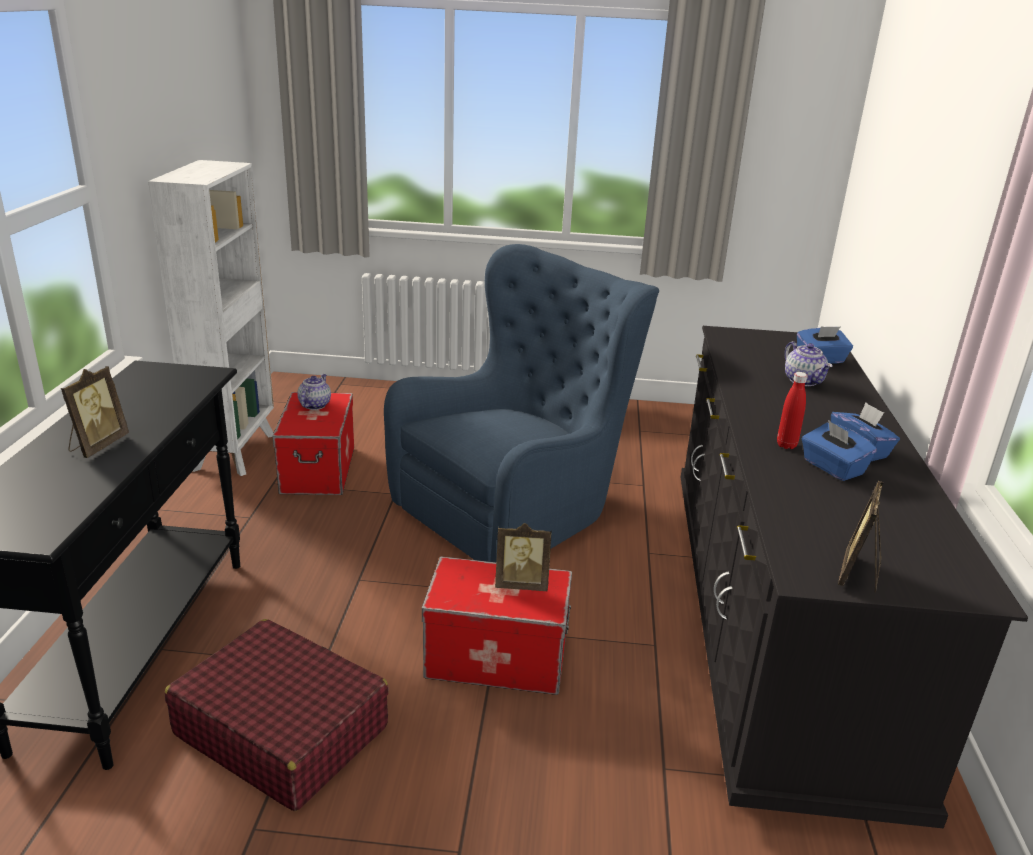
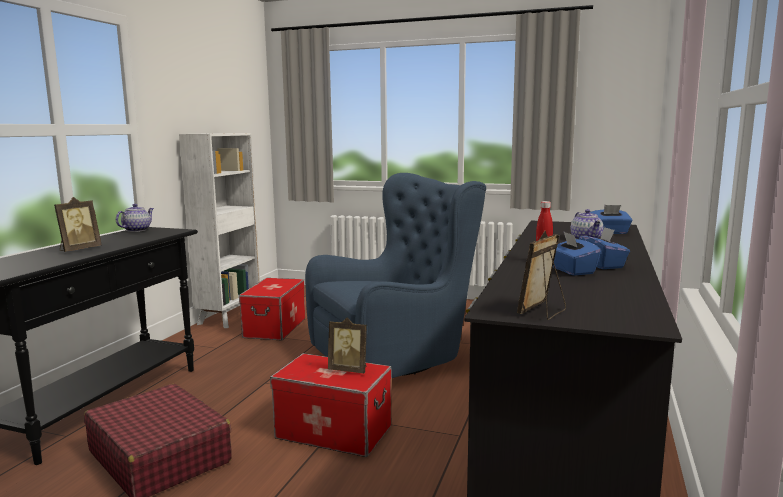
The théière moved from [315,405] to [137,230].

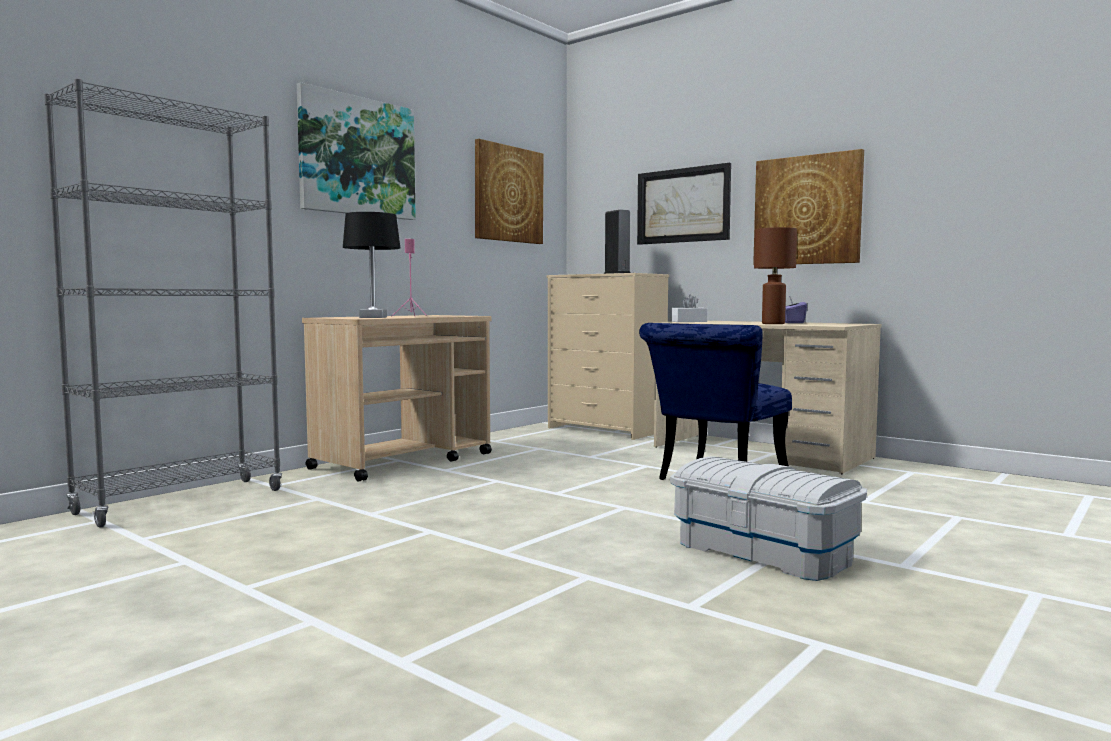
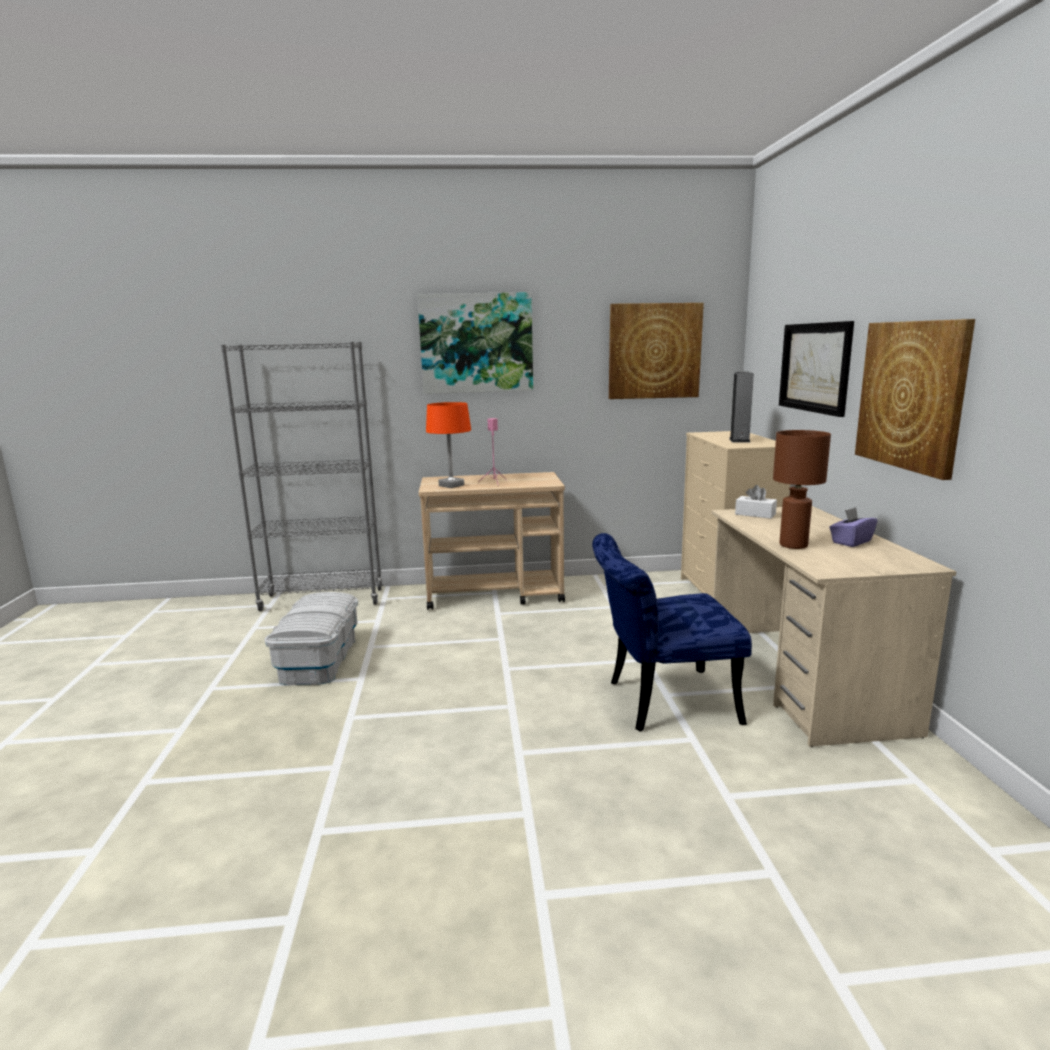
The lampe de table [noir] at [373,317] became the lampe de table [orange] at [451,485].
The boîte de rangement [blanc] moved from [764,552] to [319,660].

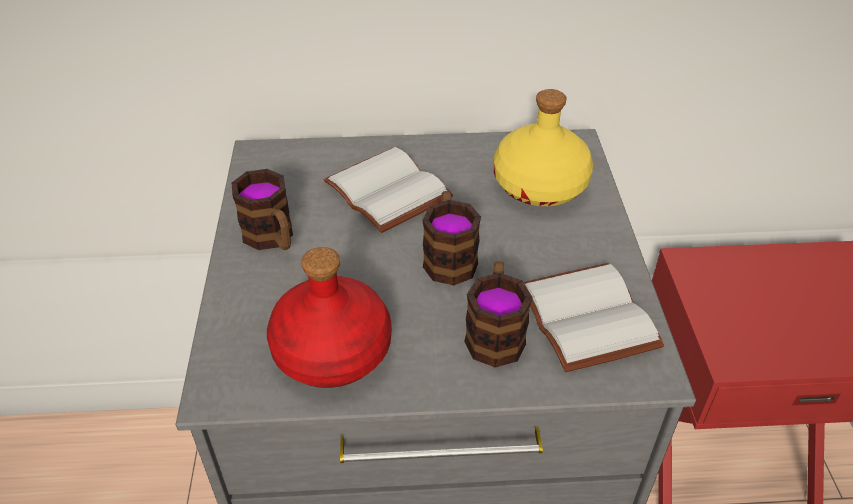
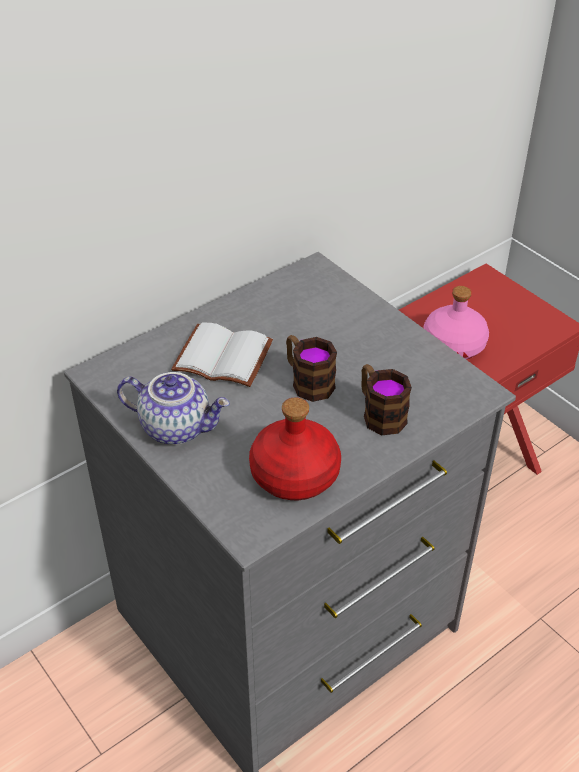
The bouteille [jaune] at [539,185] disappeared.
The mug at [272,238] was replaced by the théière at [177,427].
The livre [blanc] at [582,317] disappeared.
The bouteille [rose] at [454,345] appeared.

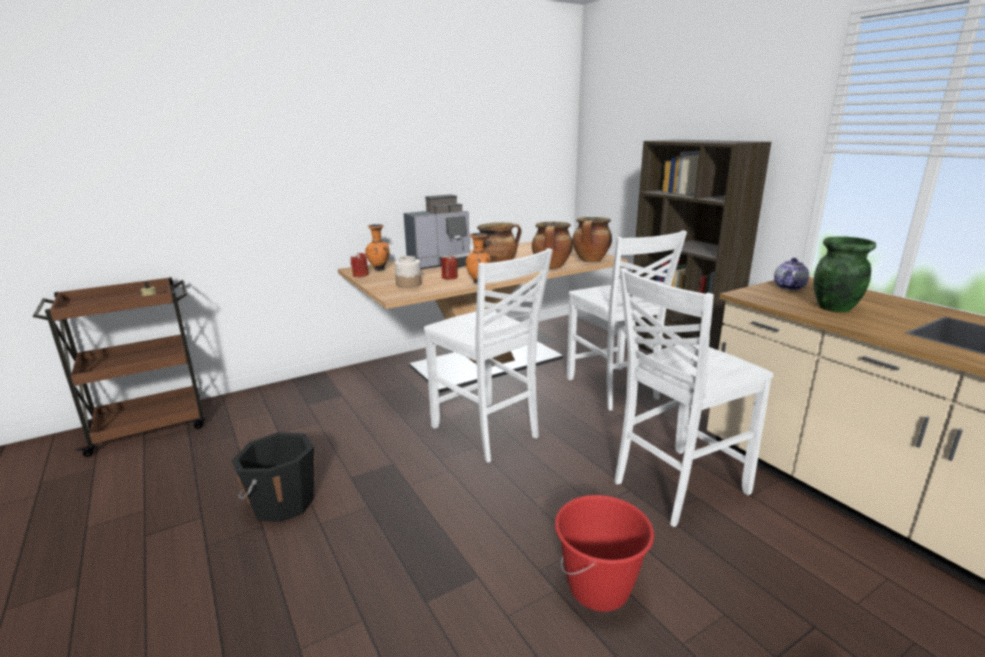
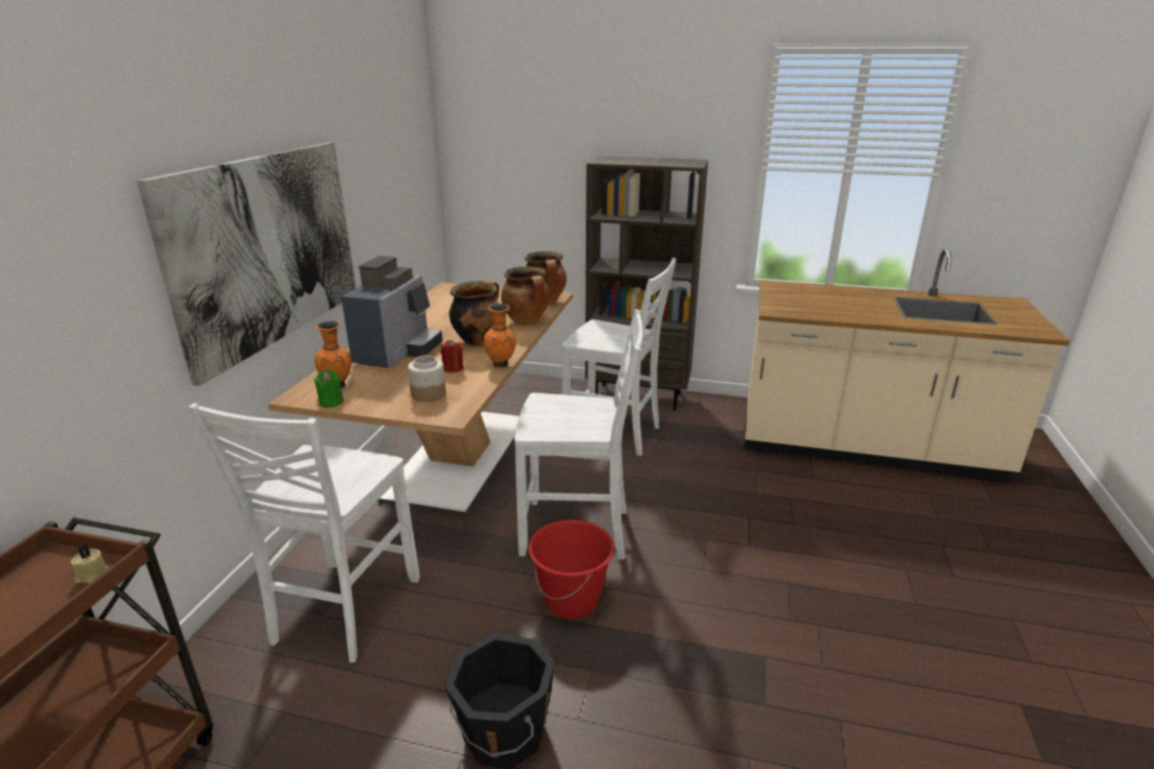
The vase [vert] at [834,308] disappeared.
The bougie [rouge] at [360,275] became the bougie [vert] at [331,402].
The théière at [790,287] disappeared.
The chaise [blanc] moved from [676,486] to [343,611].
The seau [rouge] moved from [599,588] to [572,601].
The tableau at [267,249] appeared.

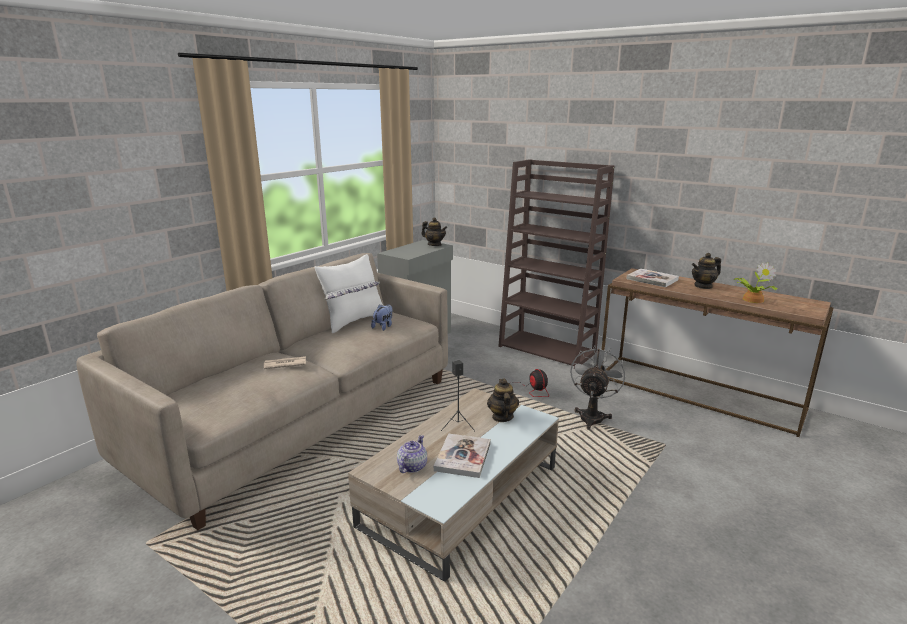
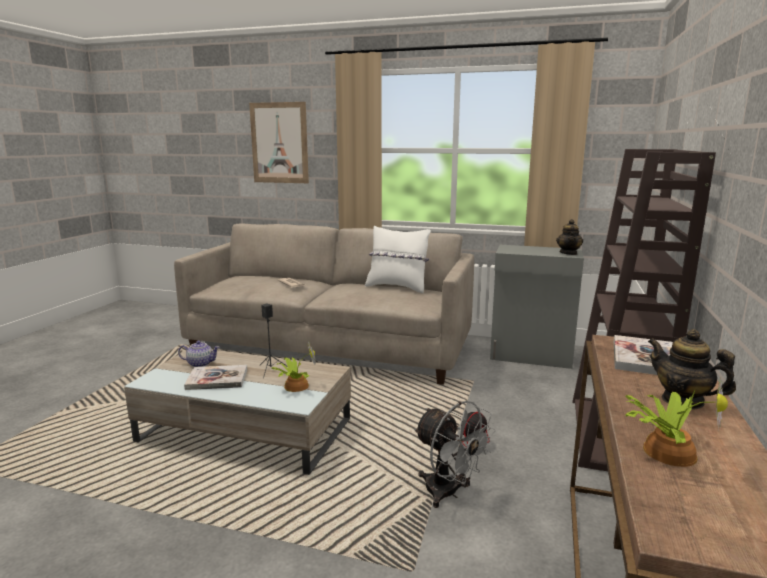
The peluche at [383,326] disappeared.
The ventilateur [gris] at [592,416] turned 45 degrees clockwise.
The théière at [502,417] was replaced by the plante en pot at [294,386].
The tableau at [279,143] appeared.

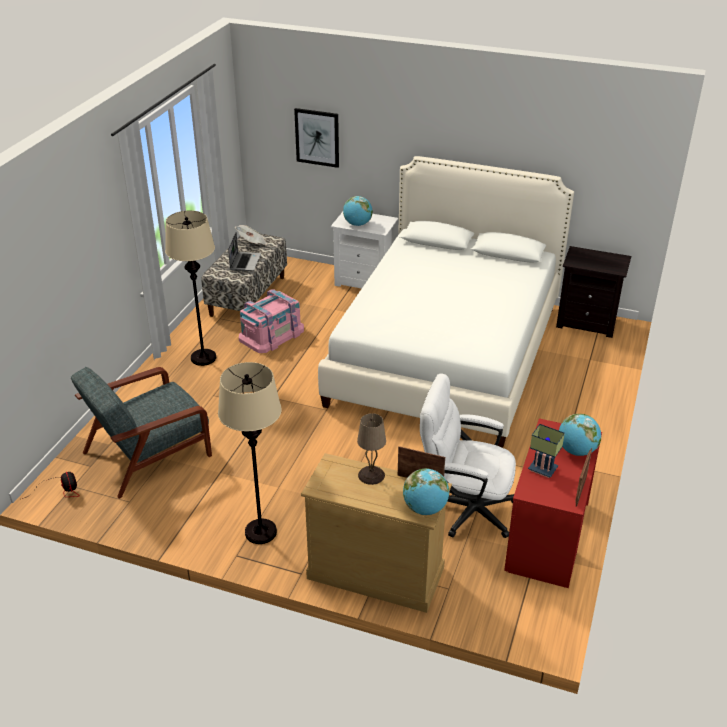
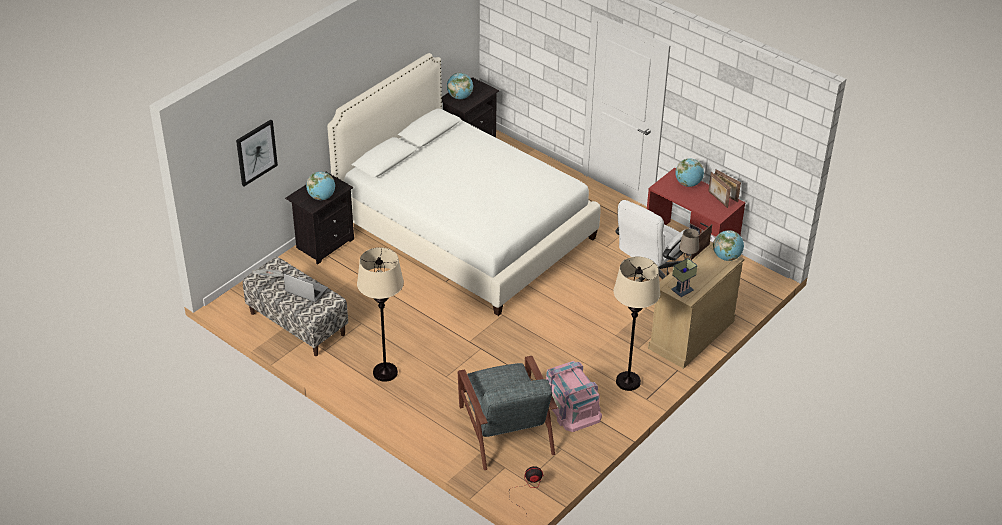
The table de chevet [blanc] at [365,281] became the table de chevet [noir] at [324,244].
The boîte de rangement [rose] moved from [271,334] to [571,406].
The lampe de table moved from [541,469] to [682,292].
The globe at [460,97] appeared.
The cadre photo at [717,199] appeared.

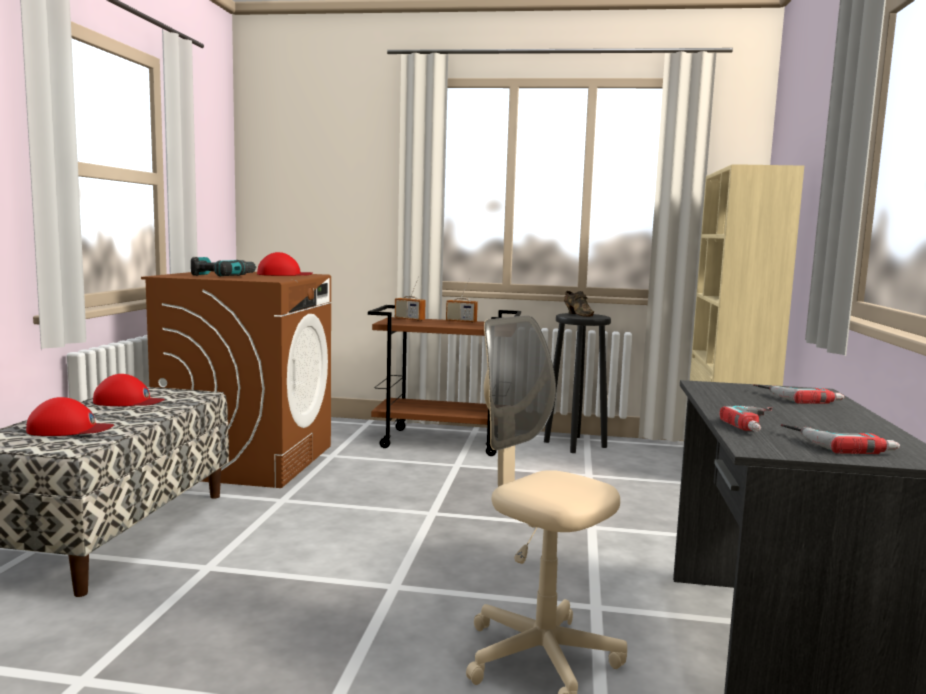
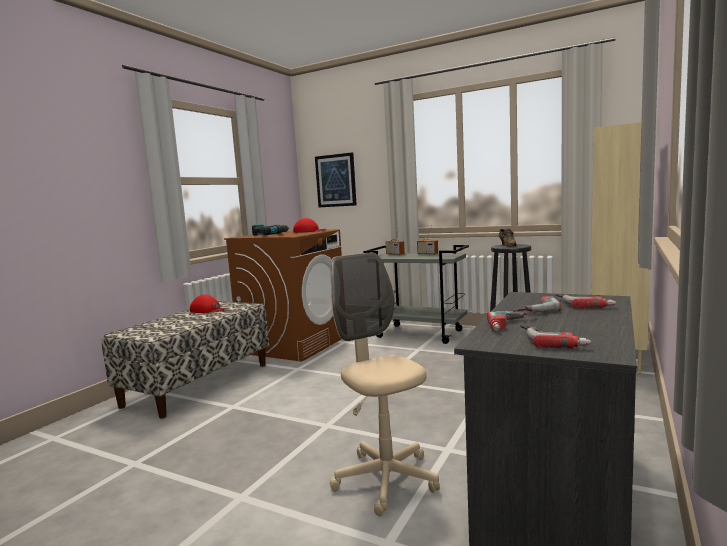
The chariot [marron] at [444,442] became the chariot [gris] at [420,334].
The casquette [rouge] at [69,429] disappeared.
The tableau at [336,180] appeared.
The perceuse at [533,309] appeared.

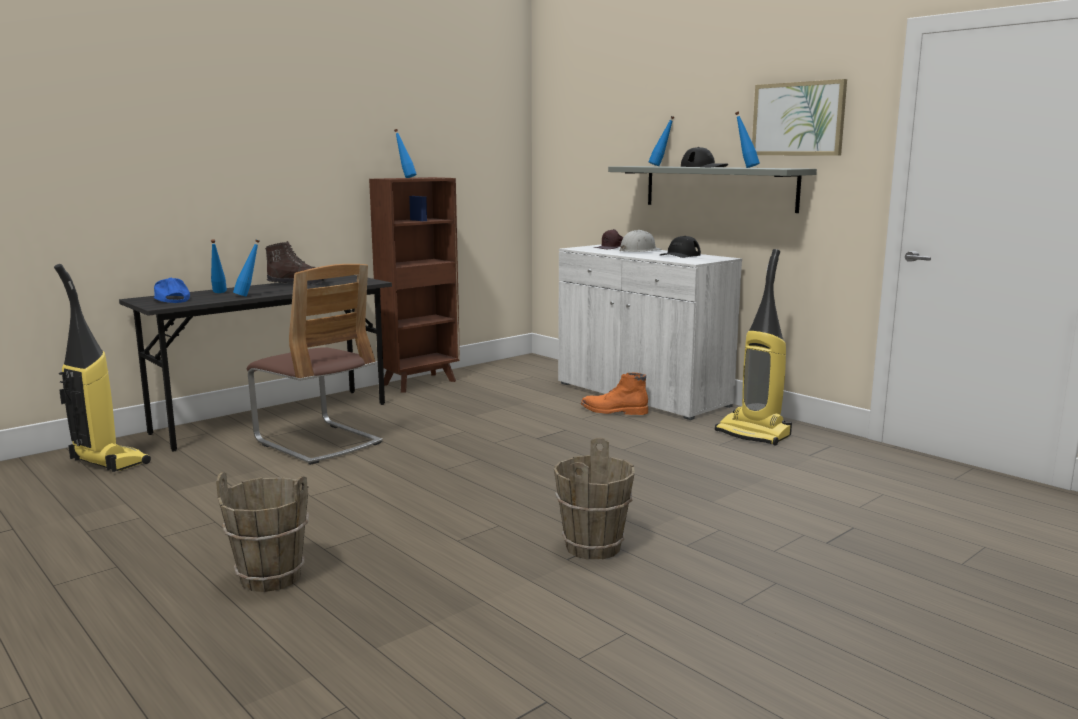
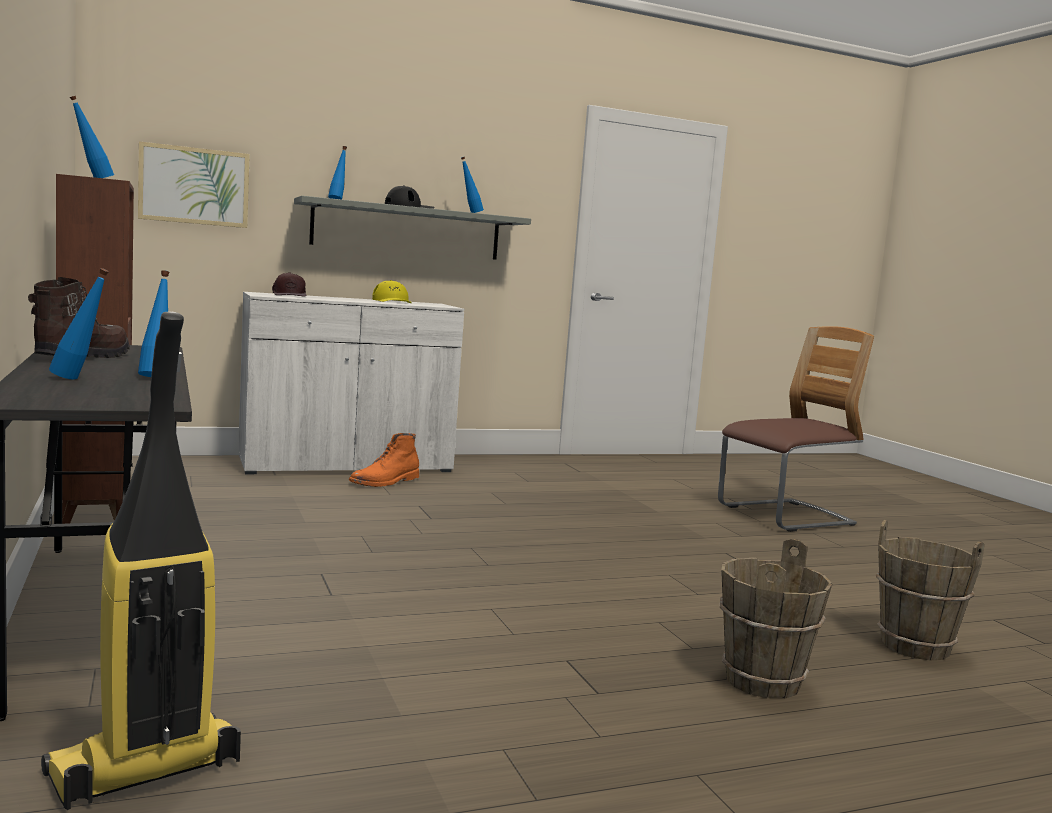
The tableau moved from [798,119] to [194,186].
The casque de chantier [blanc] at [639,251] disappeared.
The casquette [noir] at [680,255] became the casquette [jaune] at [392,301].
The aspirateur at [754,434] disappeared.
The chaise moved from [318,442] to [785,516].
The casquette [bleu] at [171,300] disappeared.
The seau [marron] moved from [594,547] to [915,646].

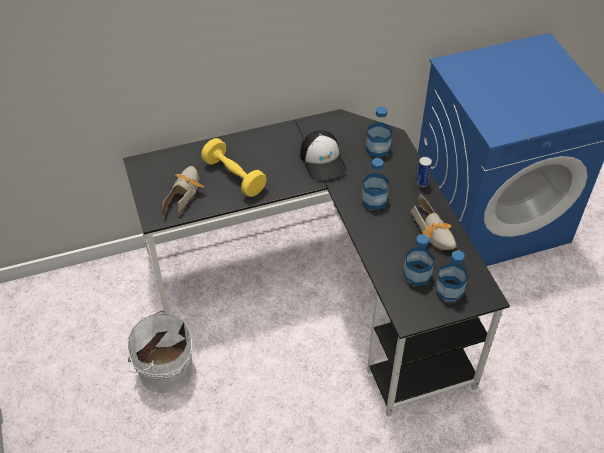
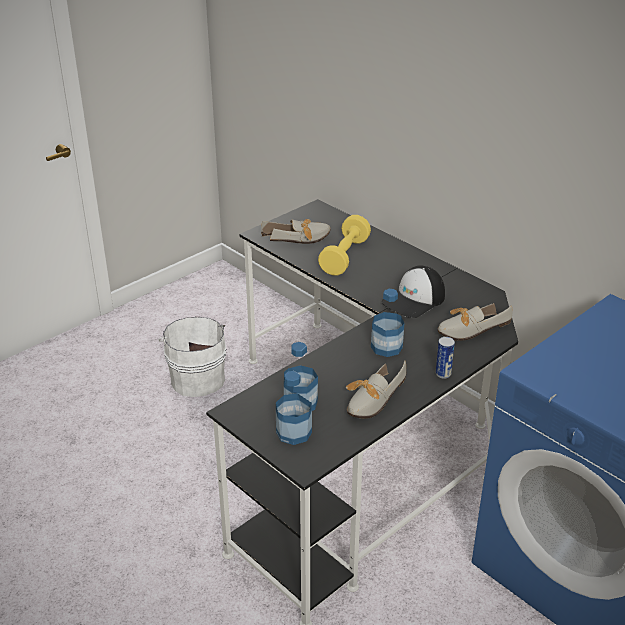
The bouteille at [377,148] was replaced by the chaussure at [467,330].

